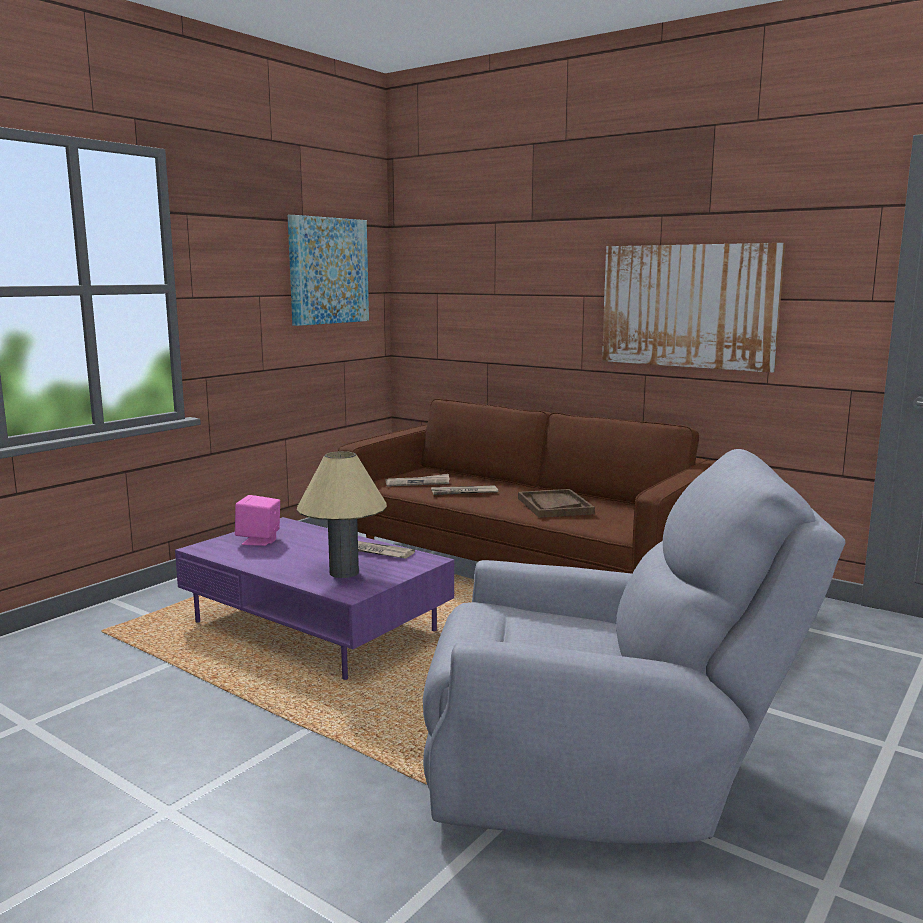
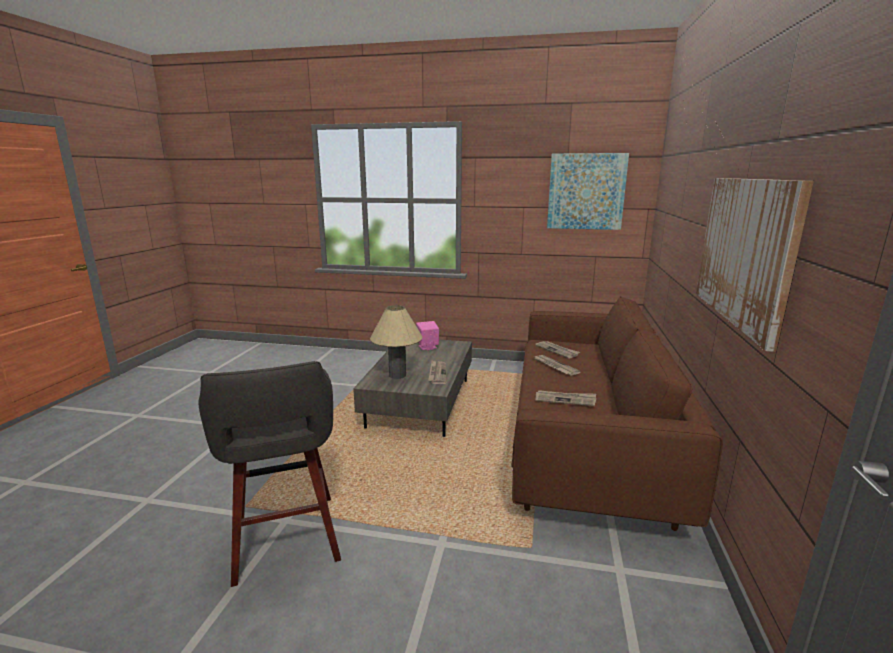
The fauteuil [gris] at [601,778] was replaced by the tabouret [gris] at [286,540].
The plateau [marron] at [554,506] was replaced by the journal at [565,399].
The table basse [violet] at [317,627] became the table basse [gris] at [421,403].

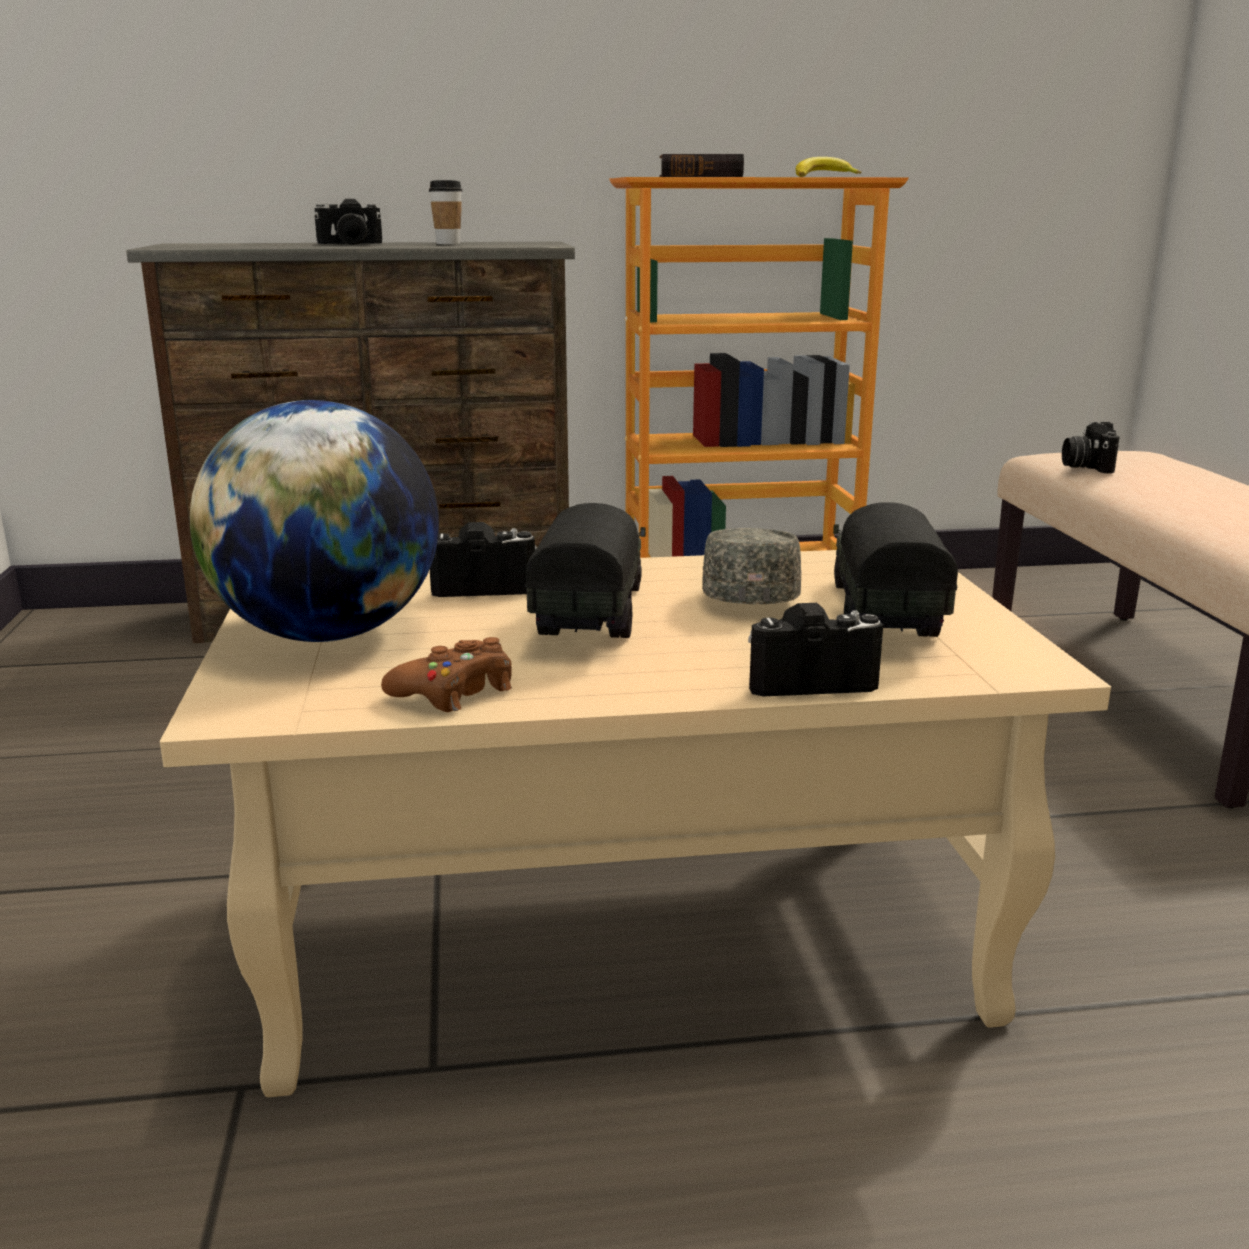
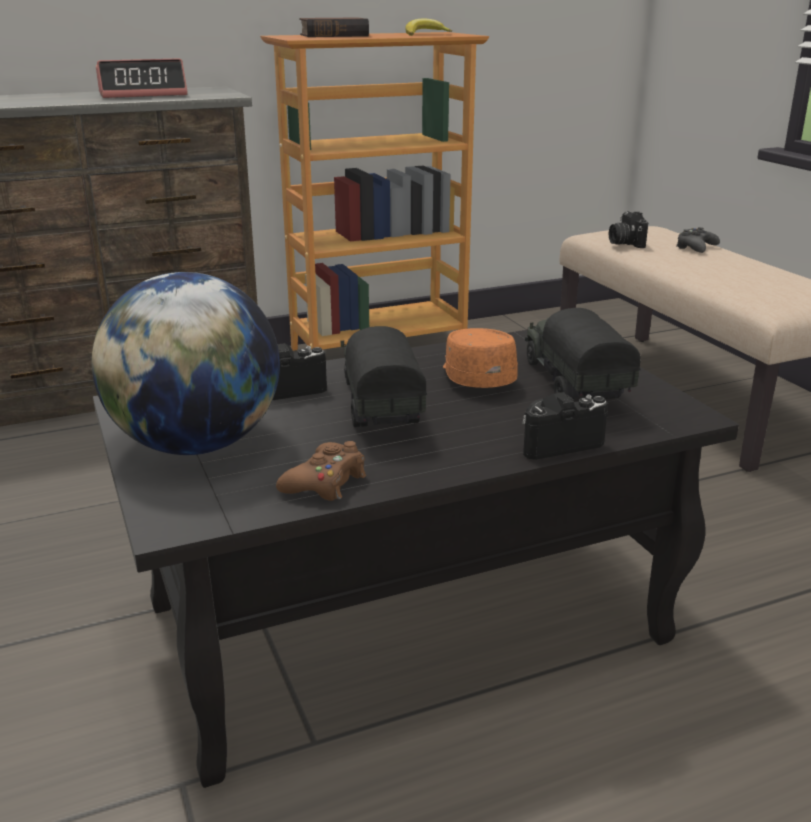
The tasse at [448,243] was replaced by the réveil at [143,94].
The appareil photo at [349,244] disappeared.
The casquette [gris] at [749,594] became the casquette [orange] at [476,376].
The table basse [beige] at [618,937] became the table basse [noir] at [401,624].
The manette [noir] at [696,247] appeared.

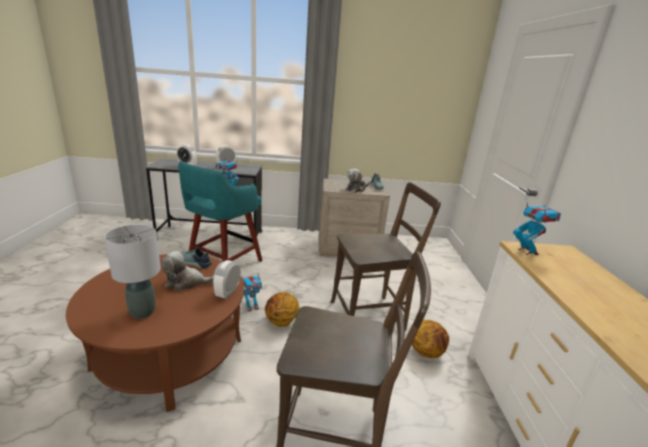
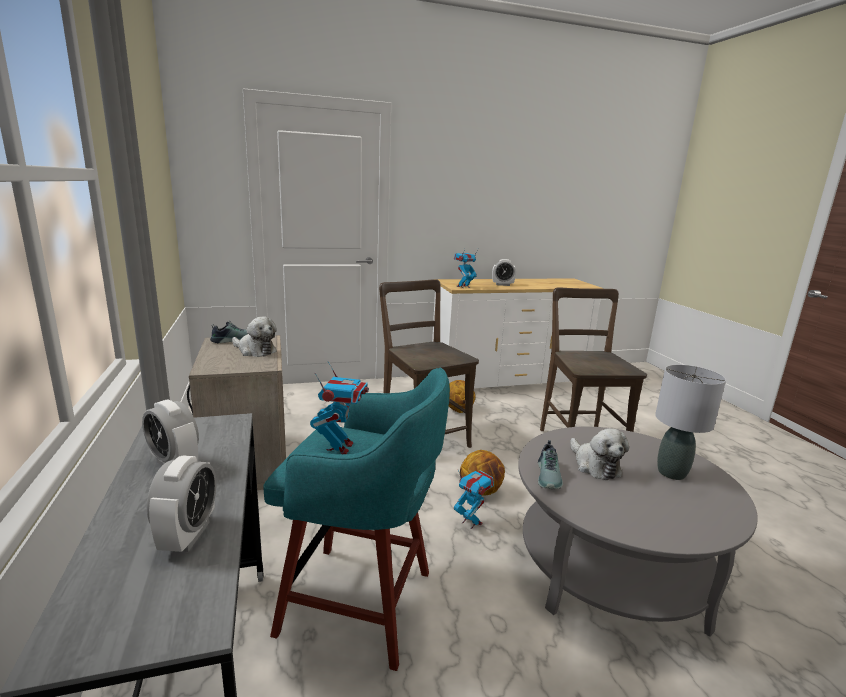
The table basse [marron] at [170,353] became the table basse [gris] at [611,565].
The réveil moved from [227,293] to [502,285].

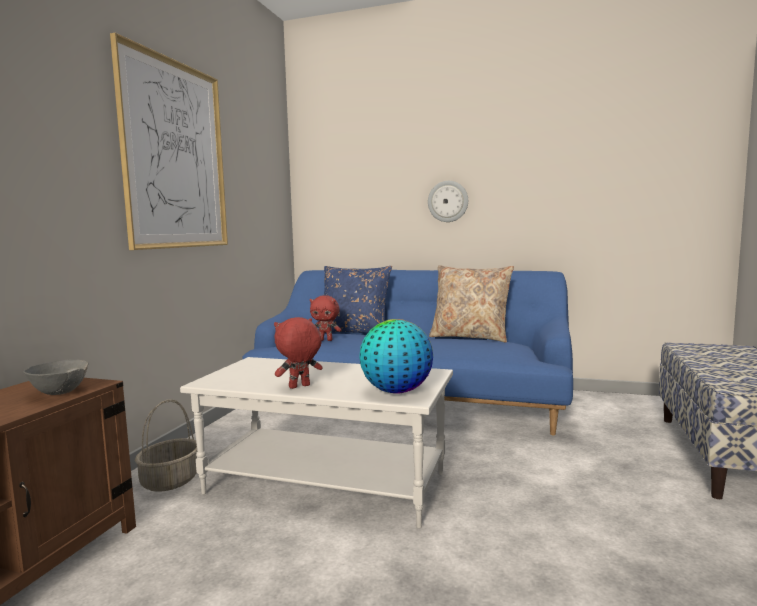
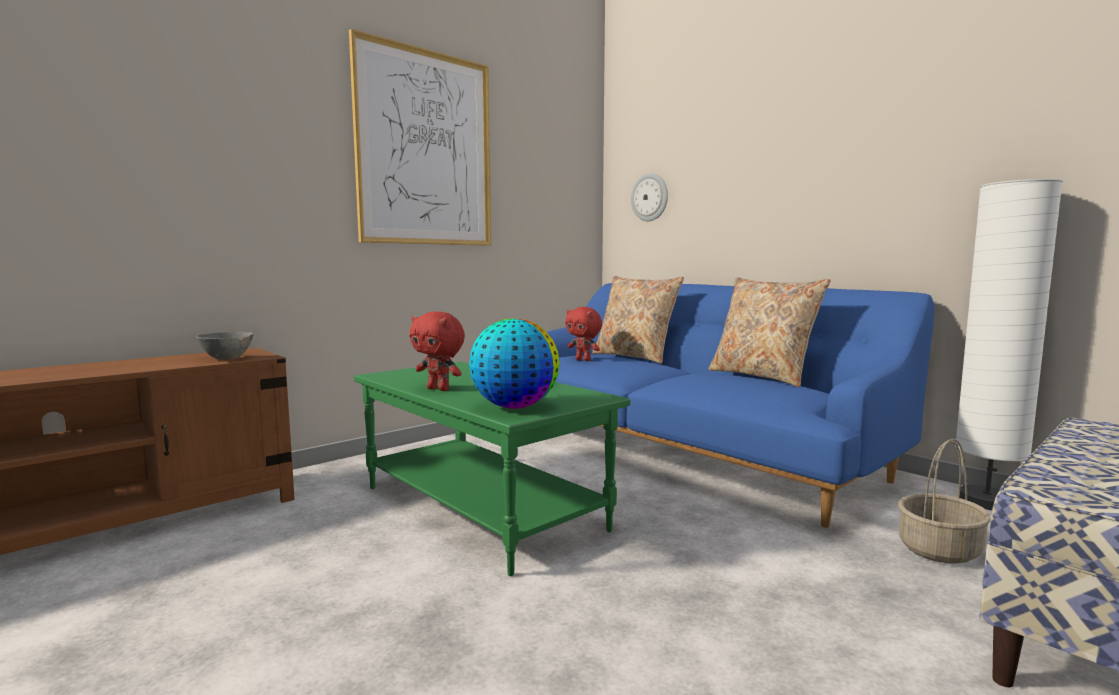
The horloge murale moved from [448,201] to [650,197].
The coussin [bleu] at [355,332] became the coussin [beige] at [635,357].
The peluche [rouge] at [299,387] turned 150 degrees counterclockwise.
The table basse [blanc] at [327,482] became the table basse [vert] at [483,507].
The panier moved from [170,481] to [939,550].
The lampadaire [blanc] at [986,501] appeared.

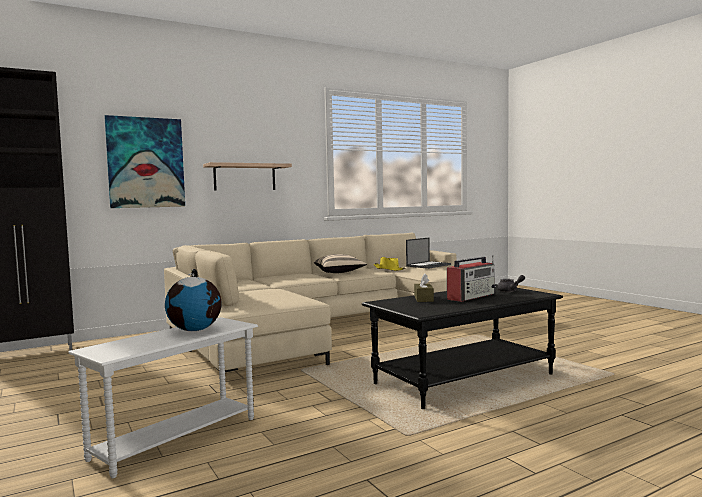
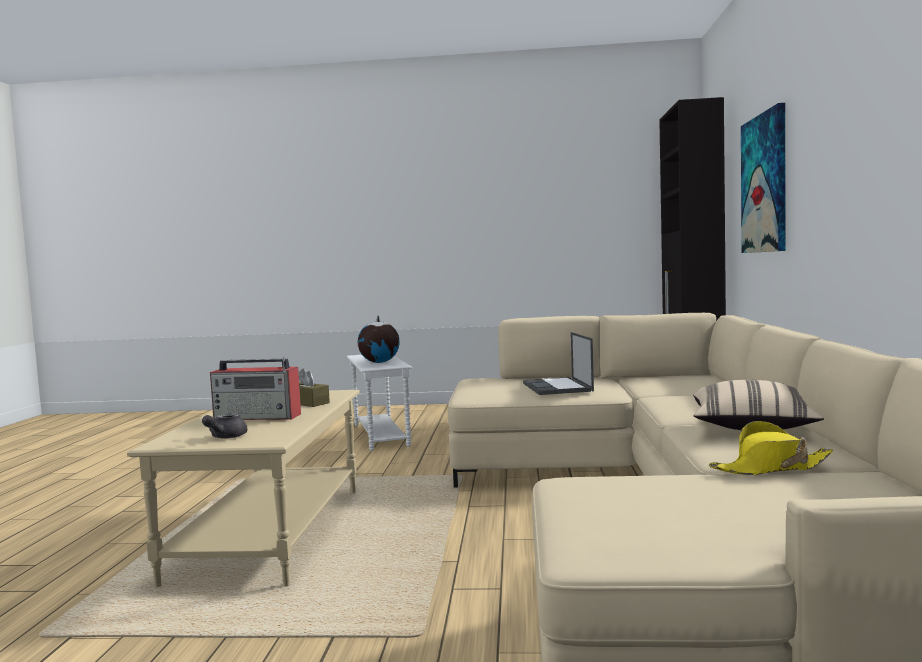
The étagère at [244,177] disappeared.
The ordinateur portable moved from [428,265] to [558,387].
The radio at [471,296] turned 75 degrees counterclockwise.
The table basse [noir] at [464,379] became the table basse [beige] at [272,533].

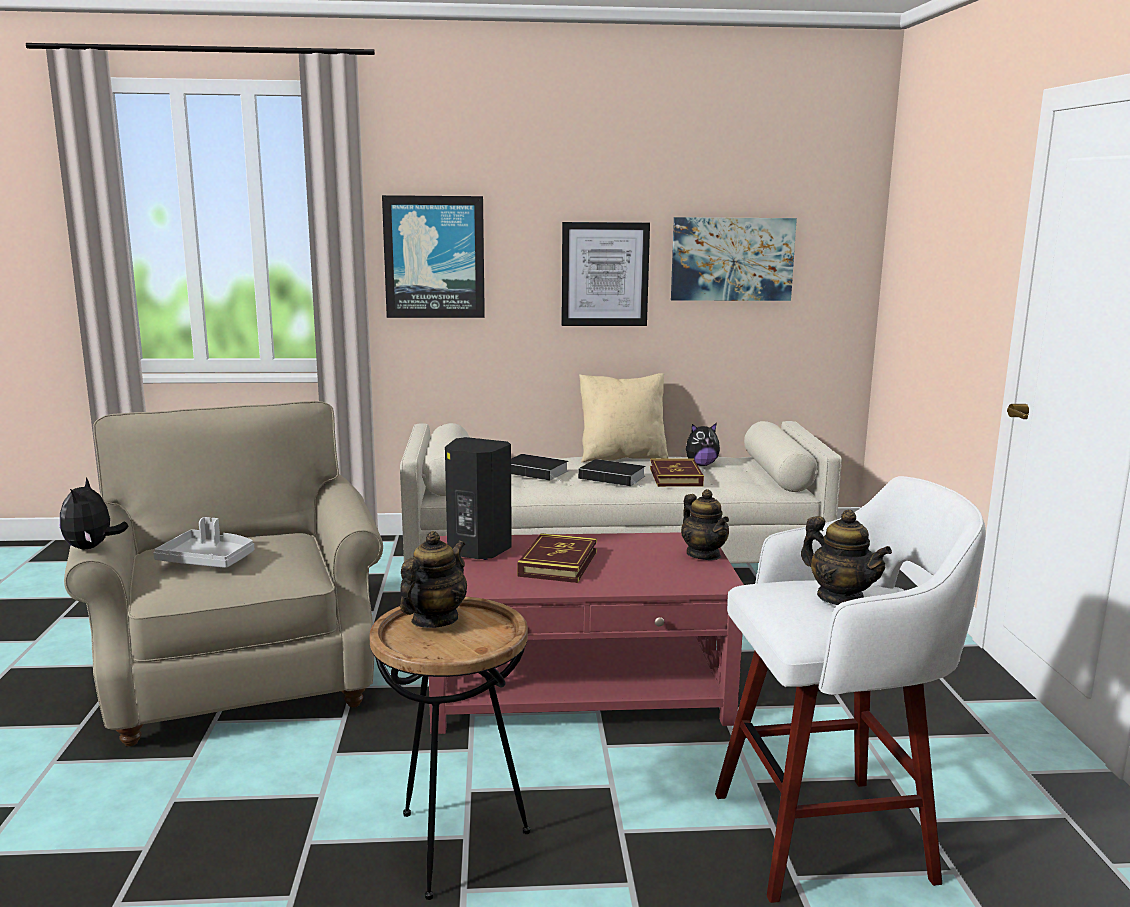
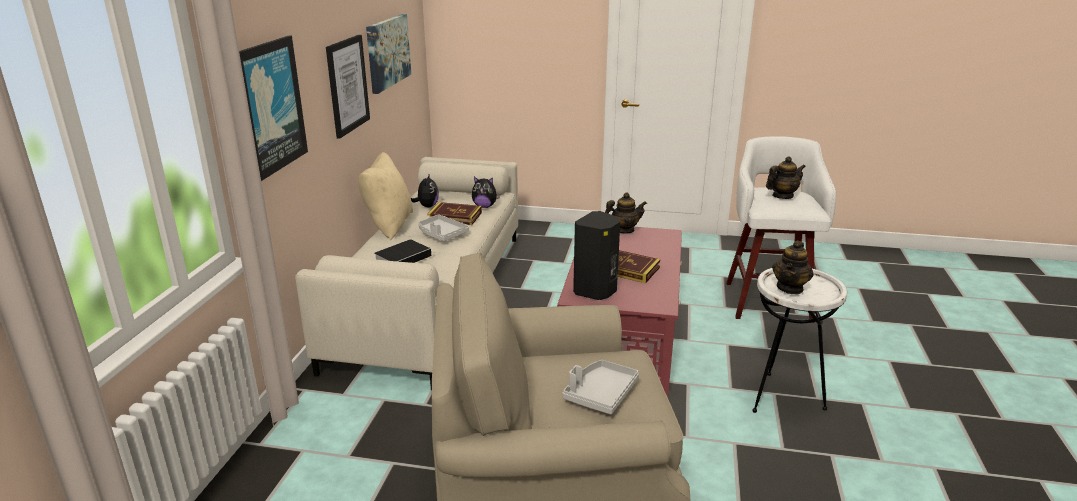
The livre at [614,477] was replaced by the plateau [gris] at [441,234].
The peluche moved from [92,547] to [485,206].
The théière at [434,620] turned 105 degrees counterclockwise.
The table d'appoint [marron] at [454,846] became the table d'appoint [blanc] at [782,397].

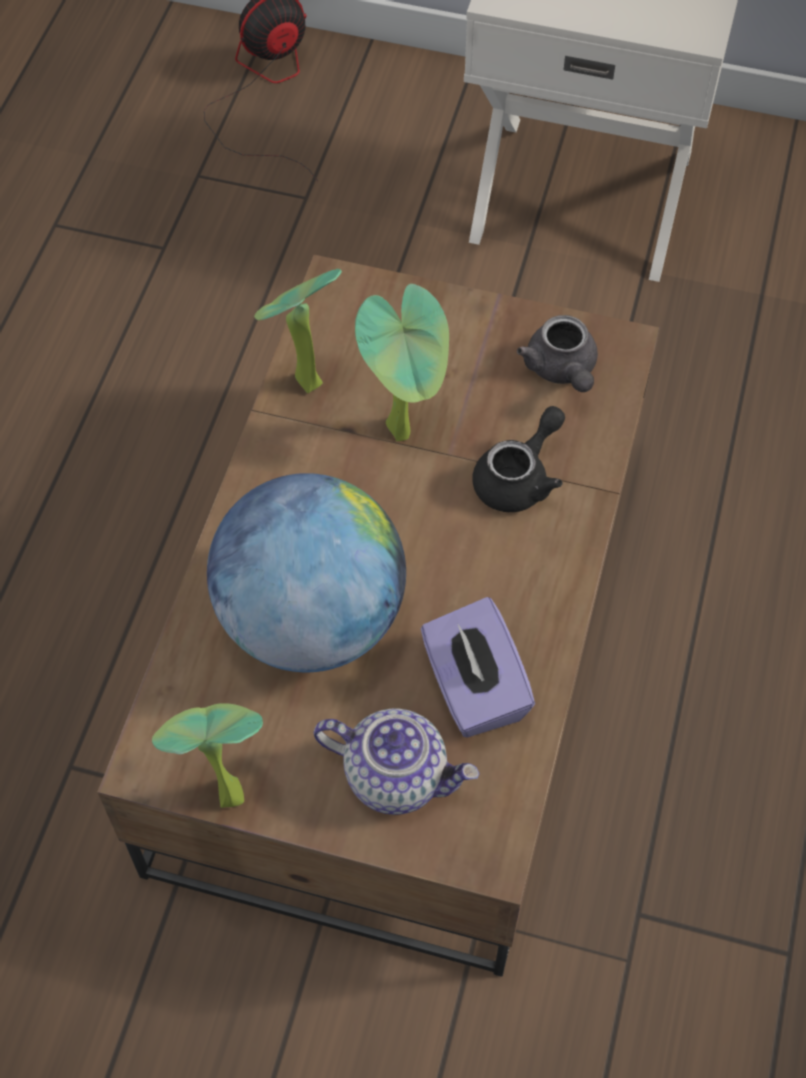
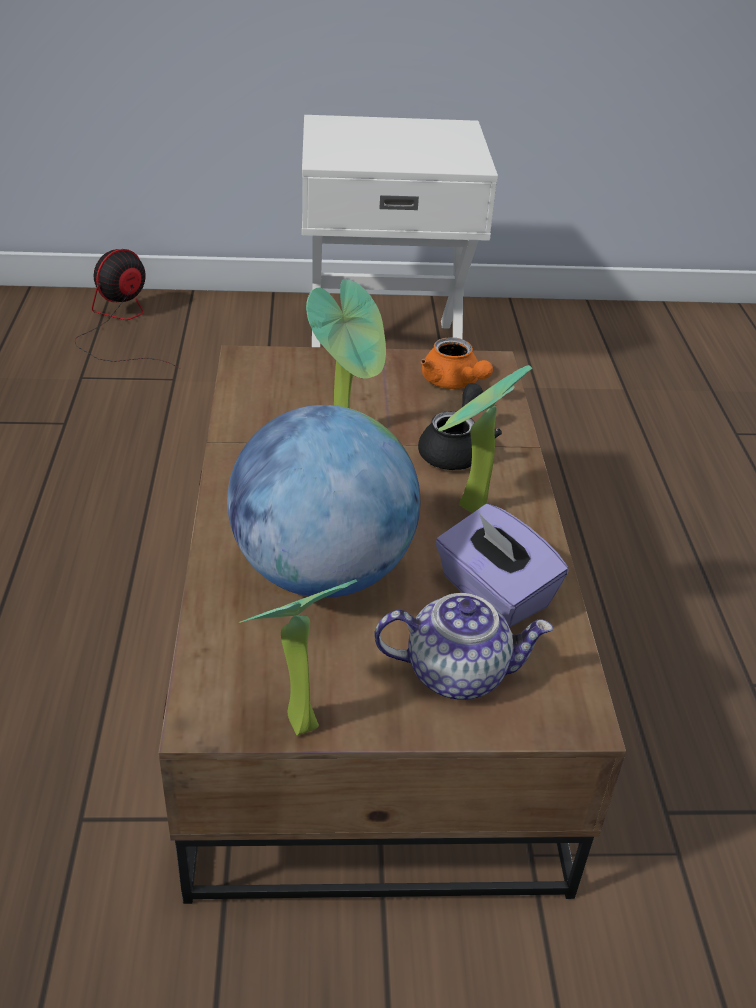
The plante en pot moved from [301,382] to [467,510].
The théière [gris] at [562,370] became the théière [orange] at [453,383].

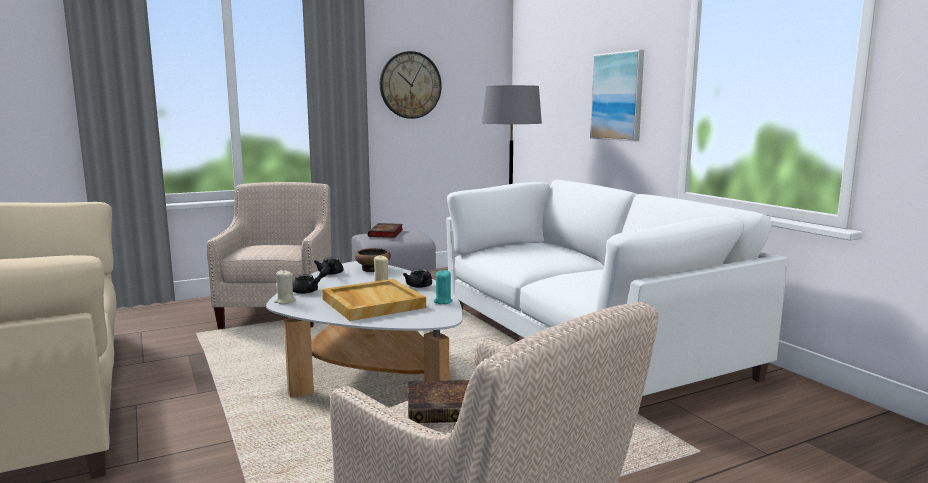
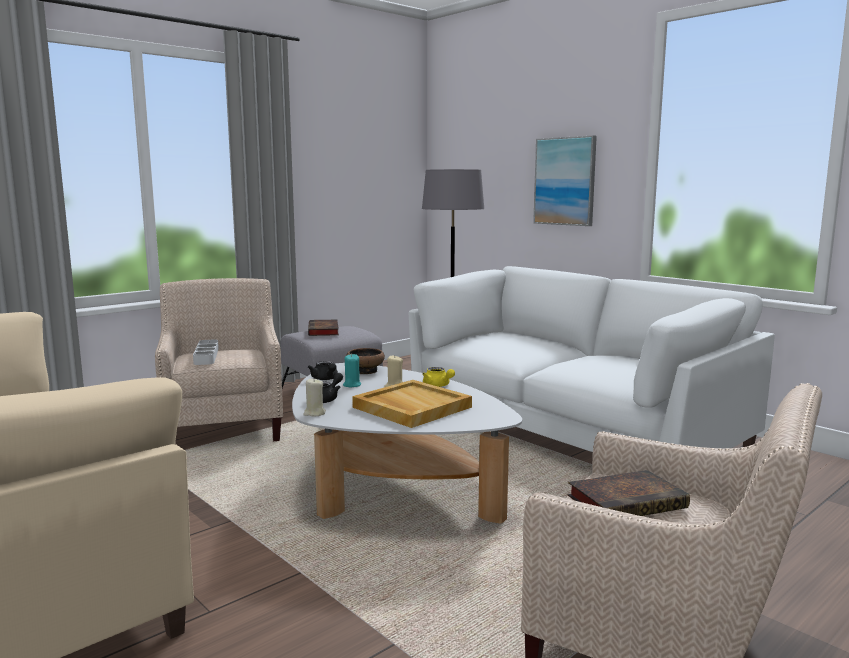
The horloge murale at [410,85] disappeared.
The théière [noir] at [420,286] became the théière [jaune] at [438,386].
The bougie [turquoise] moved from [443,301] to [352,385].
The plateau [gris] at [206,356] appeared.

